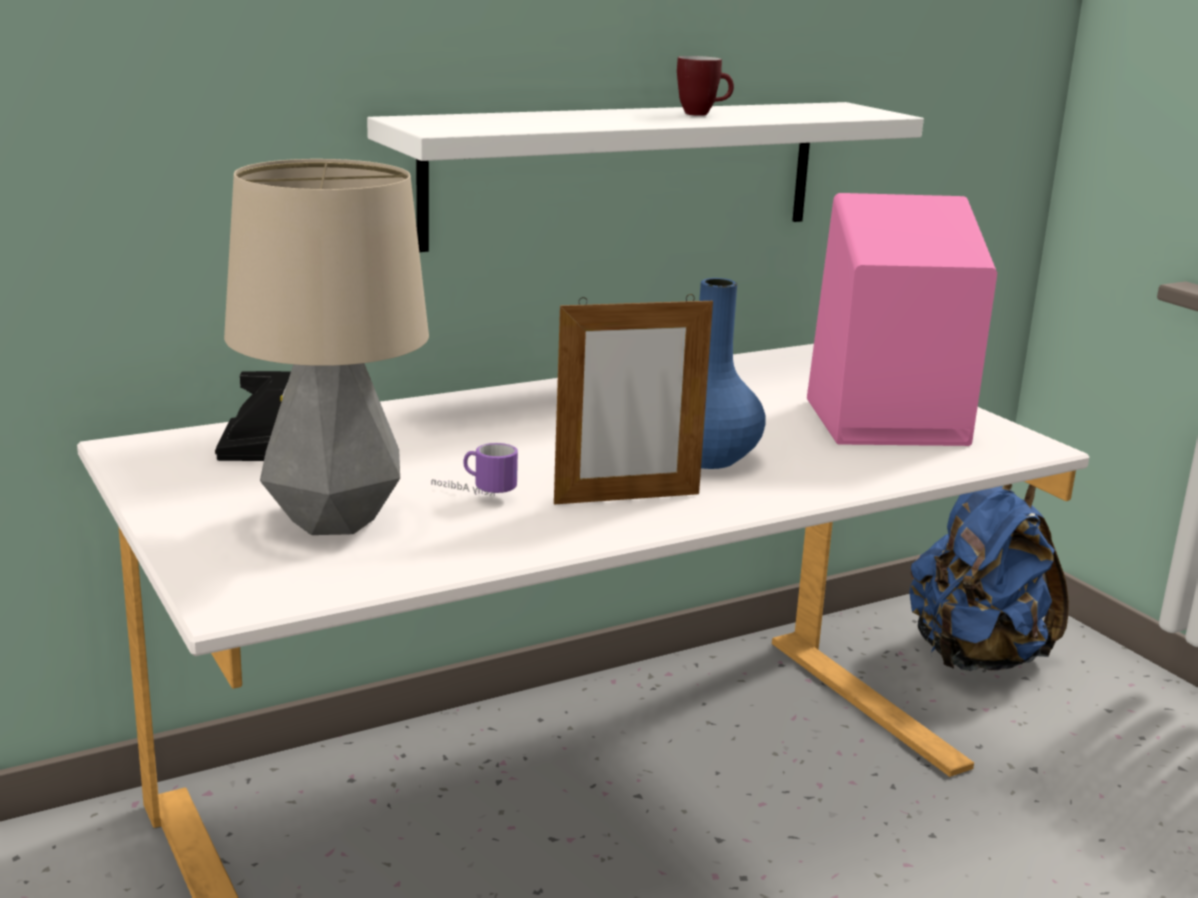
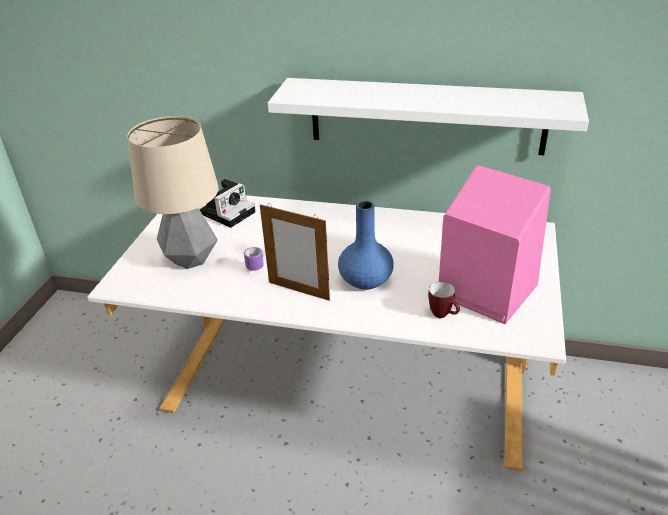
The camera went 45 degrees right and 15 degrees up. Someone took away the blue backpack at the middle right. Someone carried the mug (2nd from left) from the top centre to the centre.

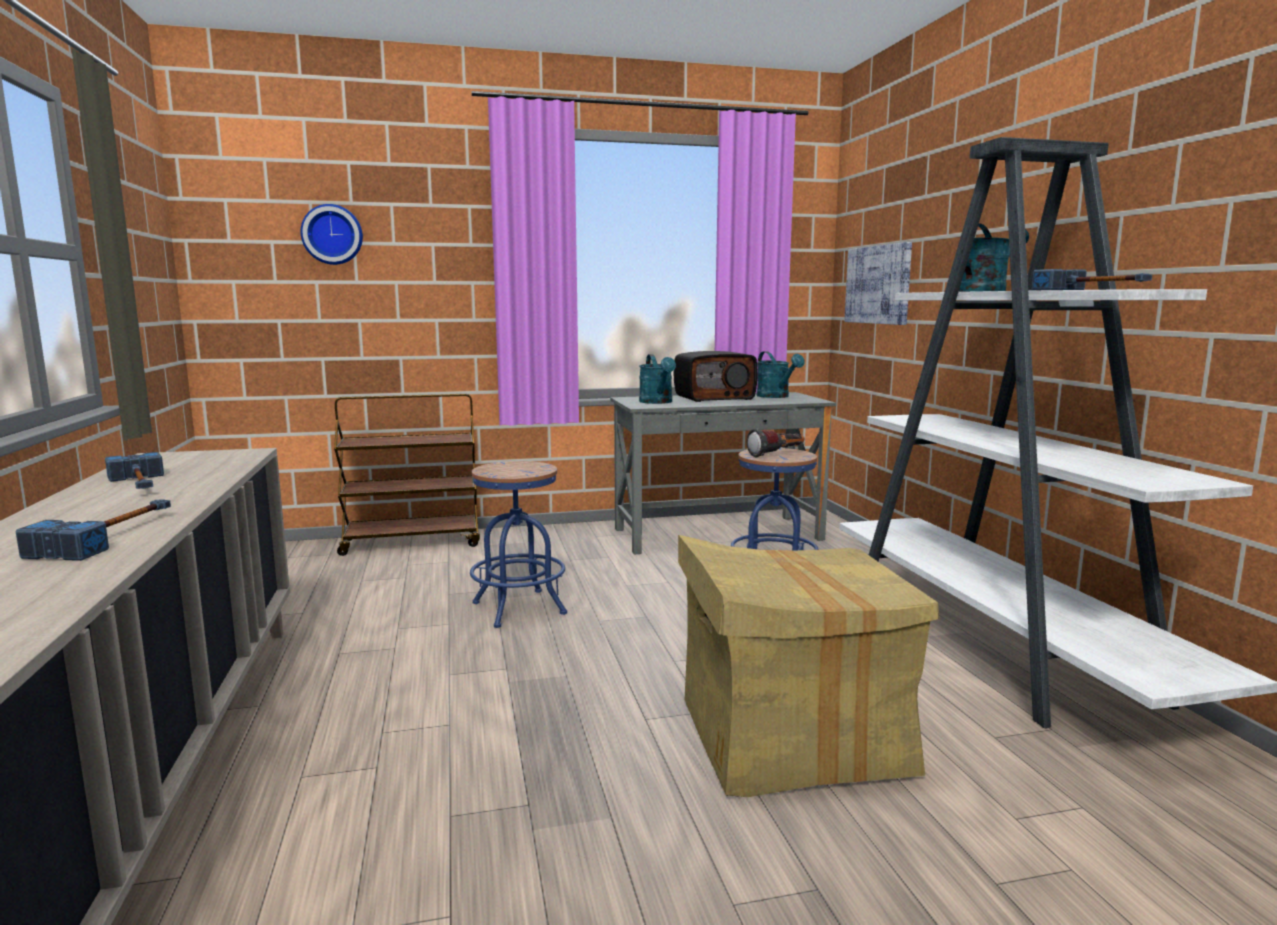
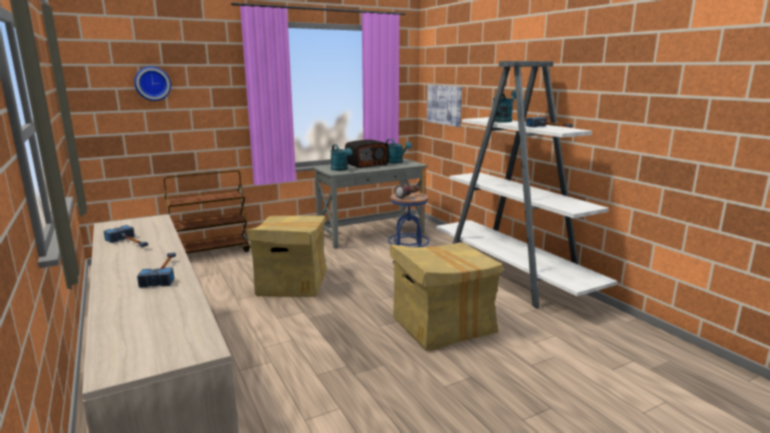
The camera went 15 degrees left and 5 degrees up. Someone swapped the blue stool (1st from left) at the centre for the cardboard box (1st from left) at the centre.

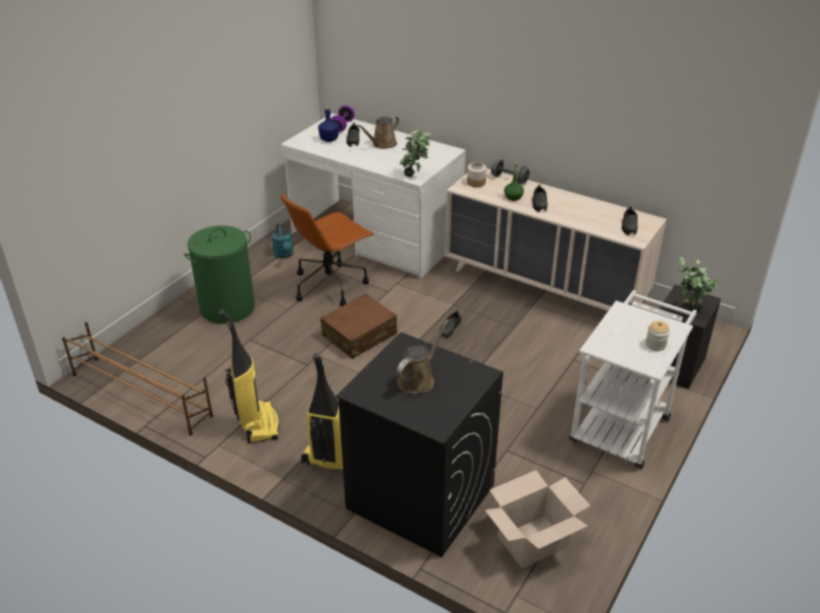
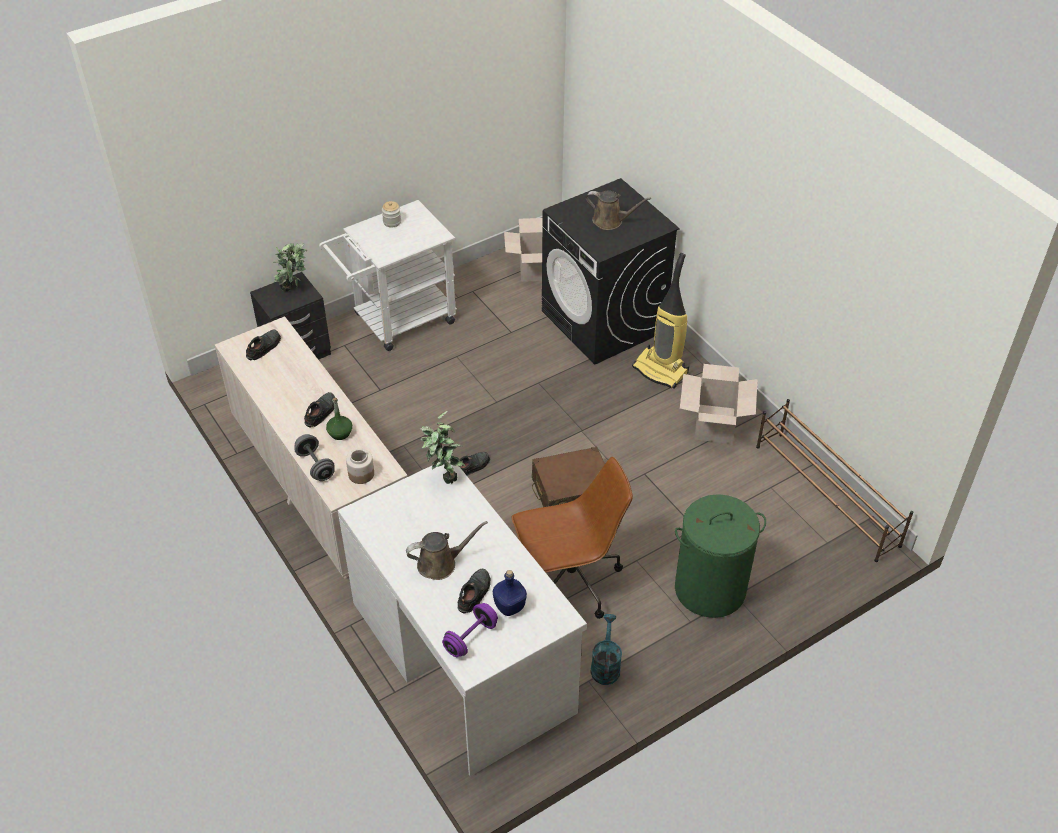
The camera went 155 degrees left and 10 degrees up. Someone swapped the vacuum cleaner (1st from left) at the middle left for the cardboard box (2nd from left) at the middle right. Someone rotated the brown watering can (2nd from left) at the centre by 135 degrees counterclockwise.

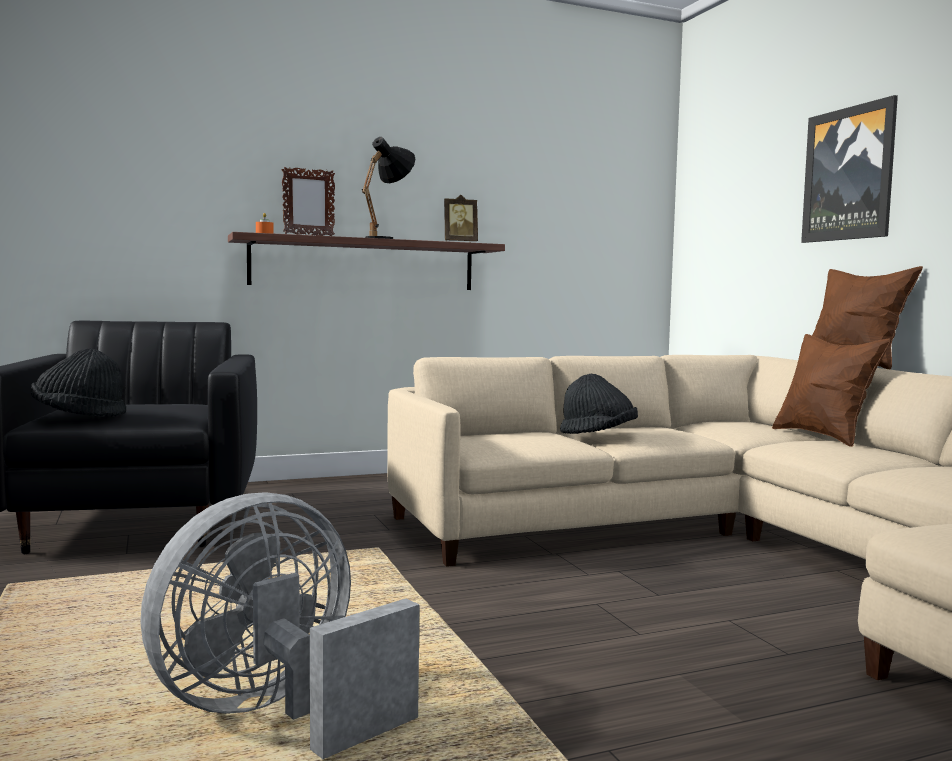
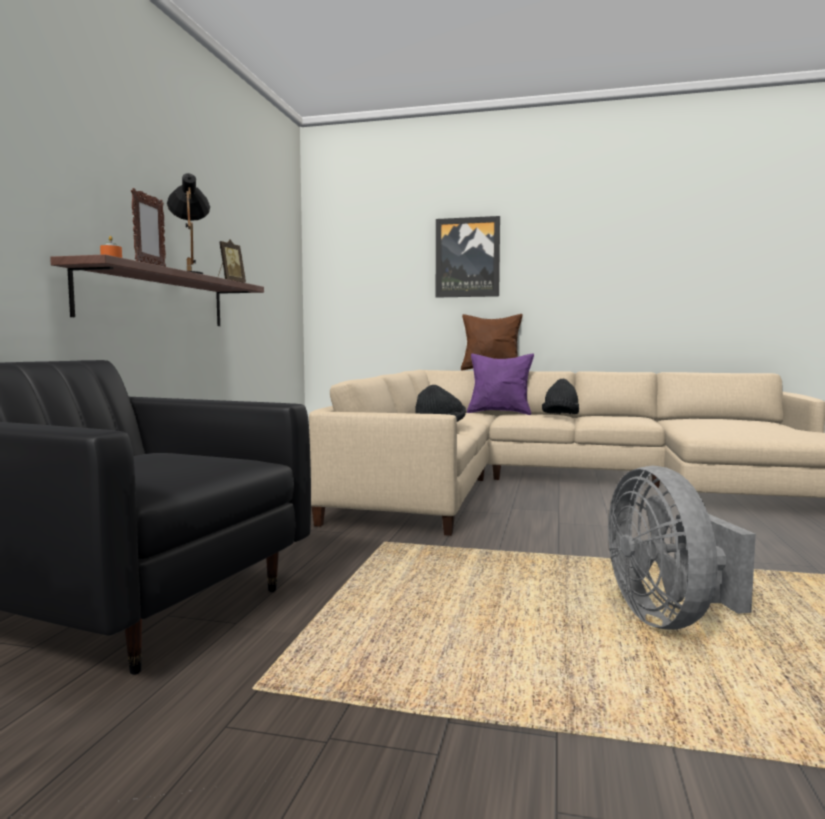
The camera went 55 degrees left and 0 degrees up. Someone carried the black hat (1st from left in the first image) from the middle left to the middle right. Someone repainted the brown pillow (1st from left) at the middle right, which became the purple pillow at the centre.

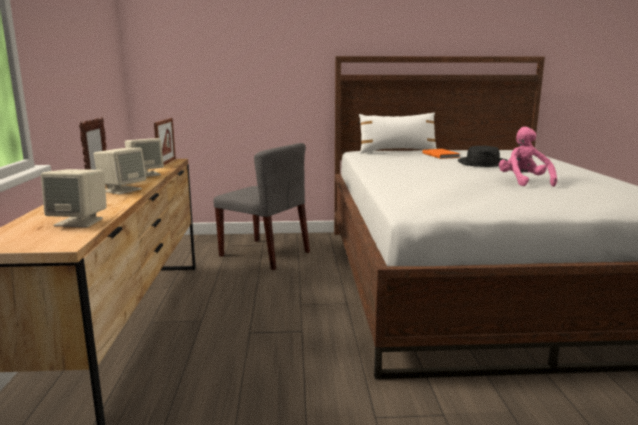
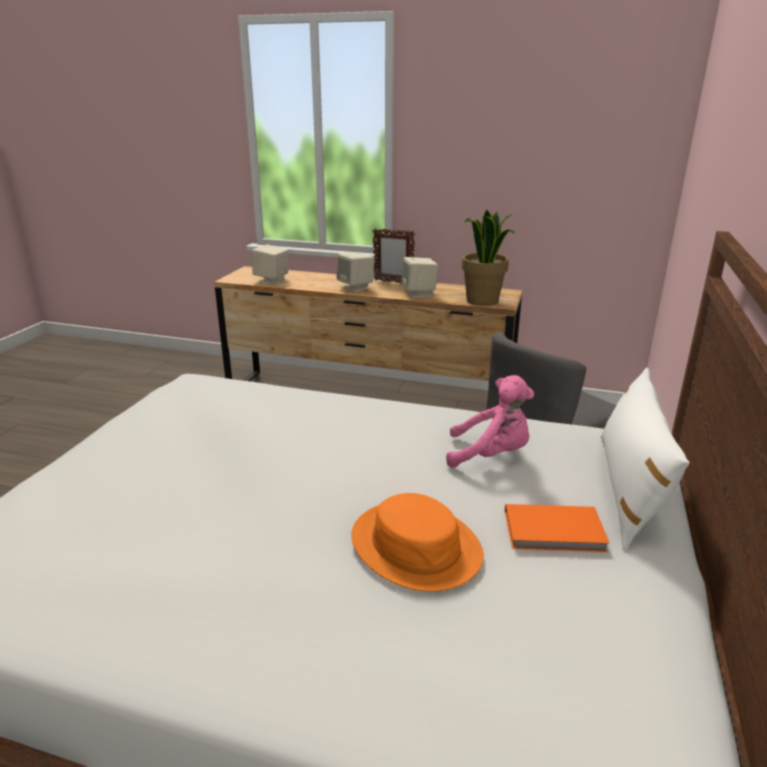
The camera went 110 degrees right and 10 degrees up. Someone carried the pink plush toy from the middle right to the centre. Someone swapped the picture frame (2nd from left) at the top left for the potted plant at the centre. Someone repainted the black hat at the middle right, which became the orange hat at the bottom centre.

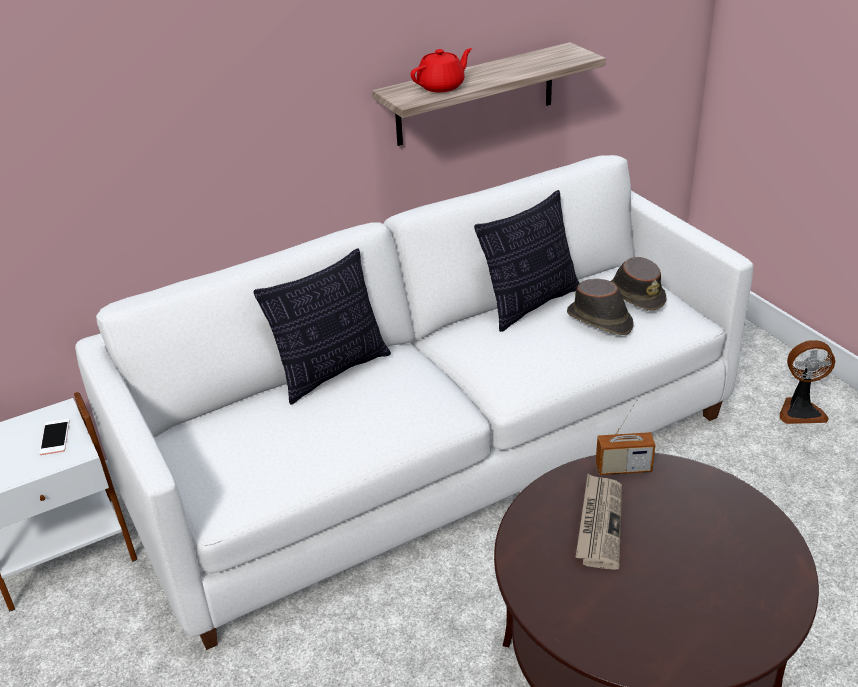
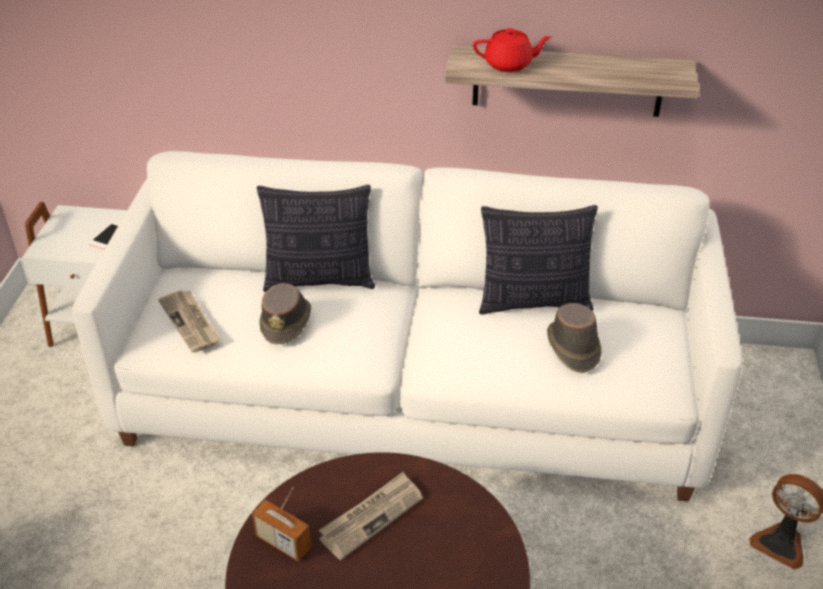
The camera went 35 degrees right and 5 degrees up. Someone put down the newspaper (1st from left) at the middle left. Someone carried the radio from the middle right to the bottom centre. Someone carried the brown hat (2nd from left in the first image) from the middle right to the centre.

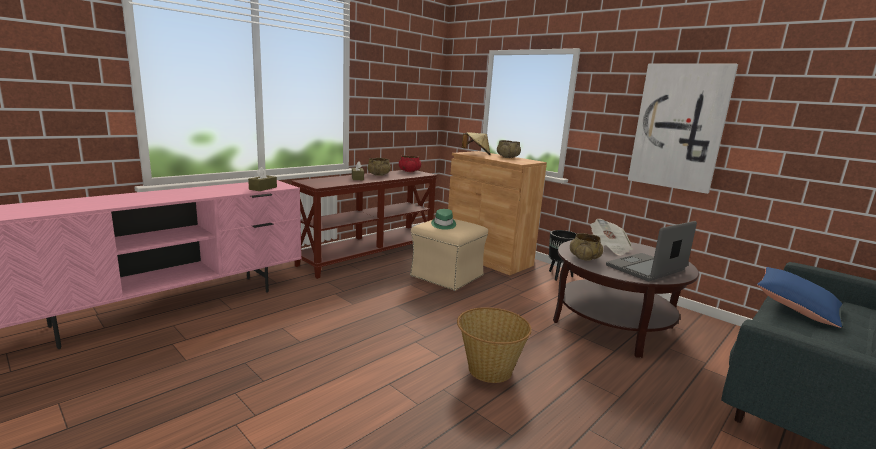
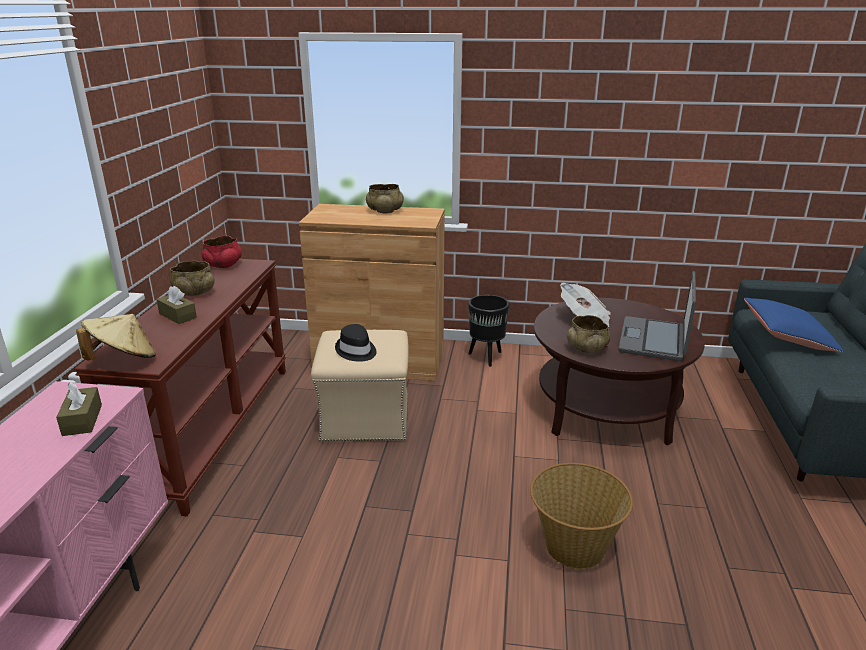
The camera went 35 degrees left and 10 degrees up. Someone took away the picture at the top right. Someone carried the beige hat from the top centre to the middle left. Someone repainted the green hat at the centre, which became the black hat at the centre.

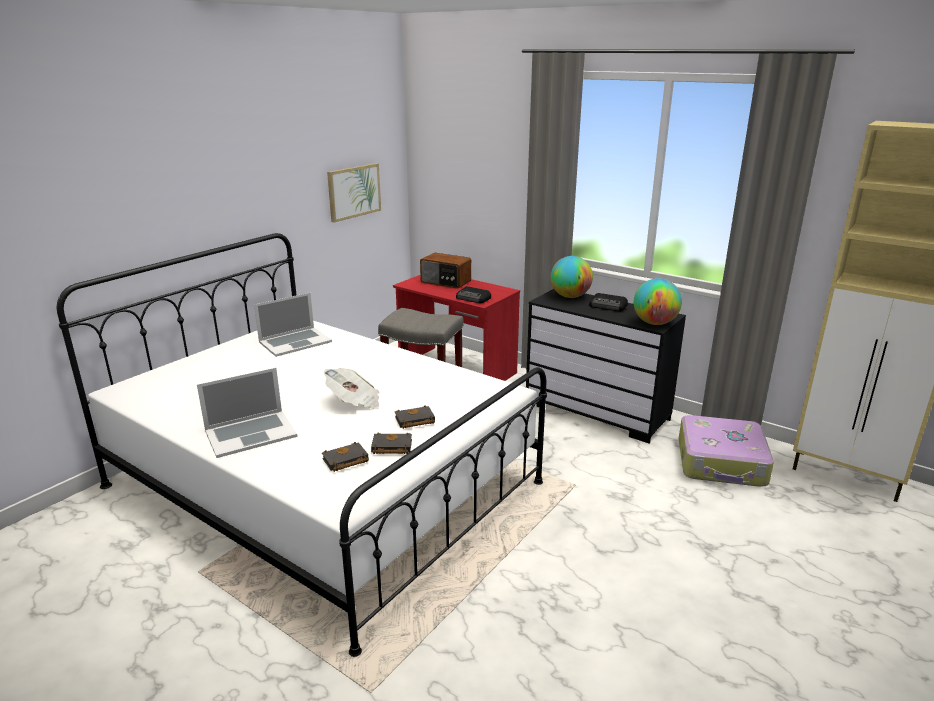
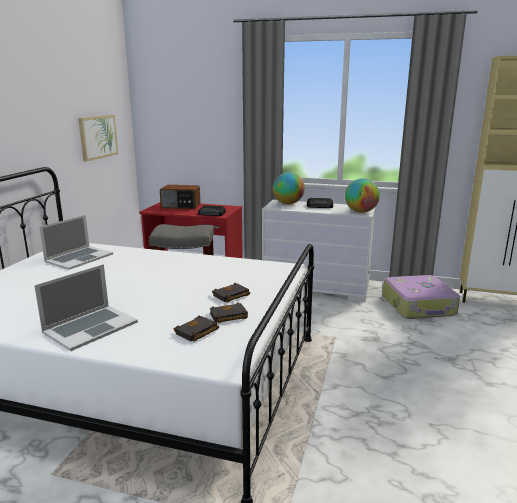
The camera went 20 degrees left and 5 degrees down. Someone took away the newspaper at the centre. Someone repainted the black dresser at the centre, which became the white dresser at the centre.

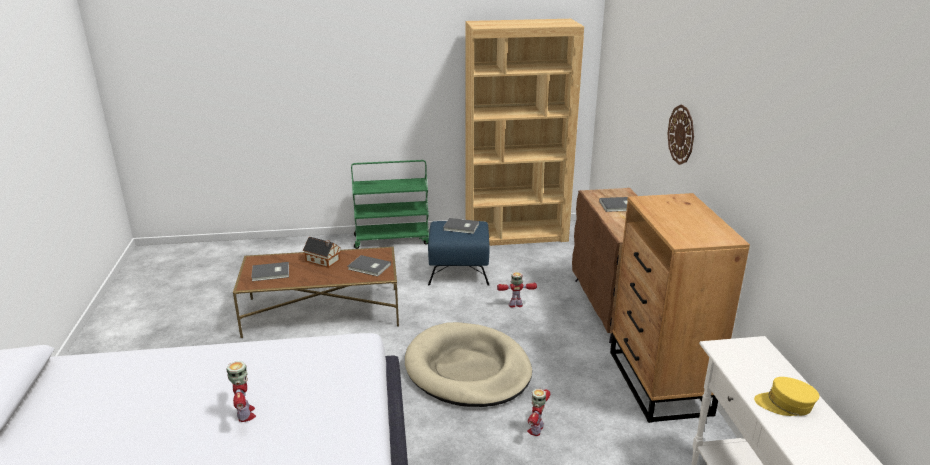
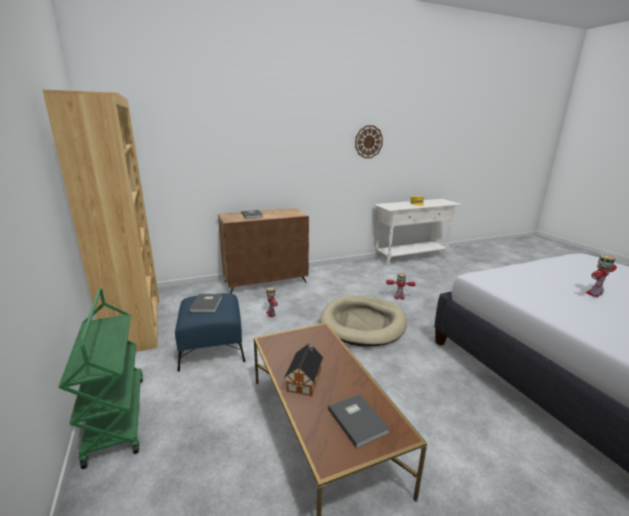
The camera went 105 degrees left and 5 degrees down. Someone took away the grey book (2nd from left) at the centre. Someone took away the brown dresser at the middle right. Someone carried the wall clock from the top right to the top centre.

